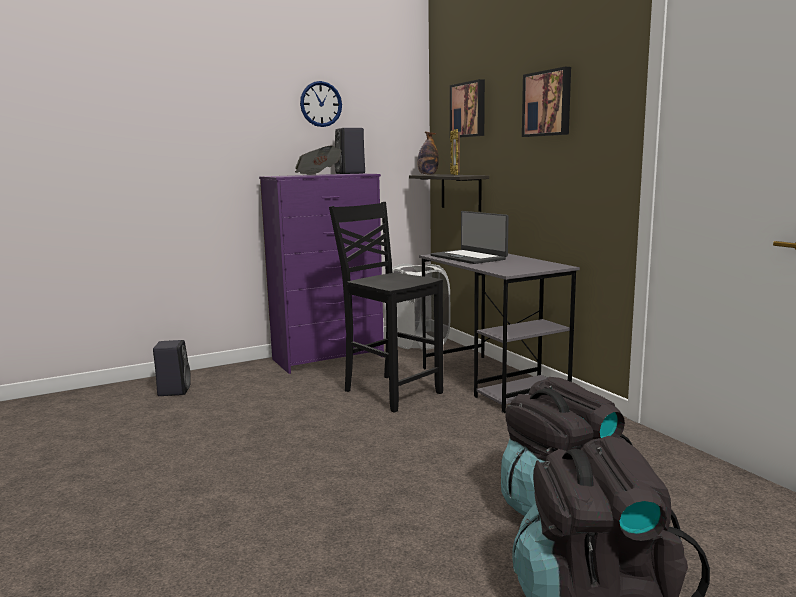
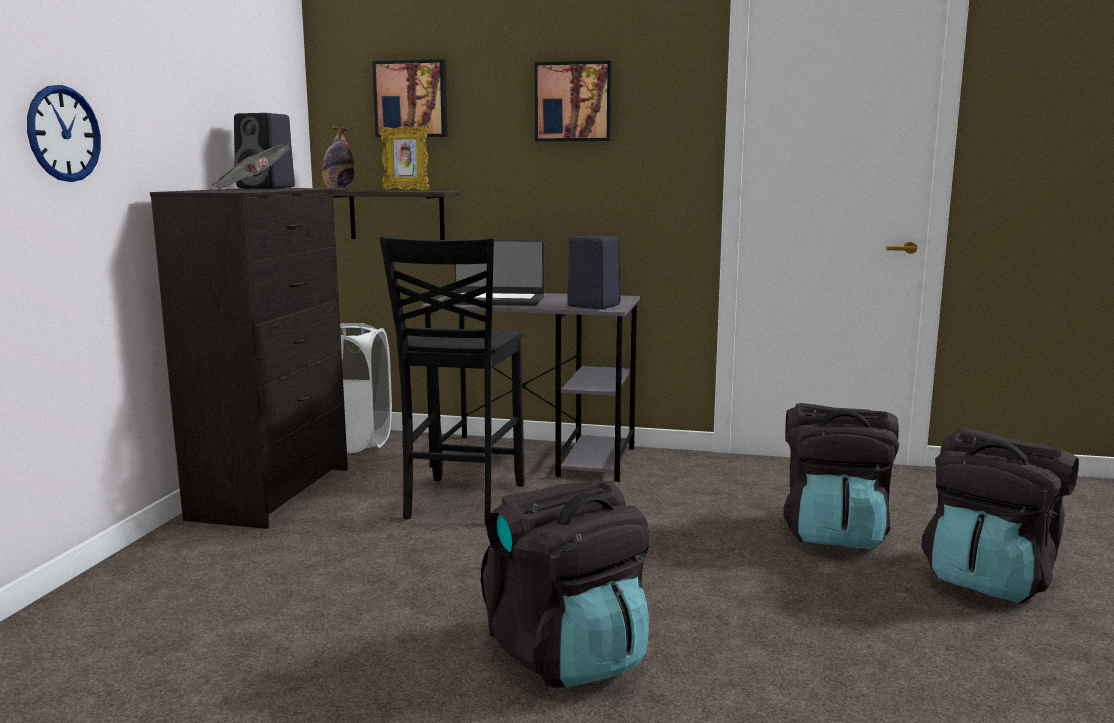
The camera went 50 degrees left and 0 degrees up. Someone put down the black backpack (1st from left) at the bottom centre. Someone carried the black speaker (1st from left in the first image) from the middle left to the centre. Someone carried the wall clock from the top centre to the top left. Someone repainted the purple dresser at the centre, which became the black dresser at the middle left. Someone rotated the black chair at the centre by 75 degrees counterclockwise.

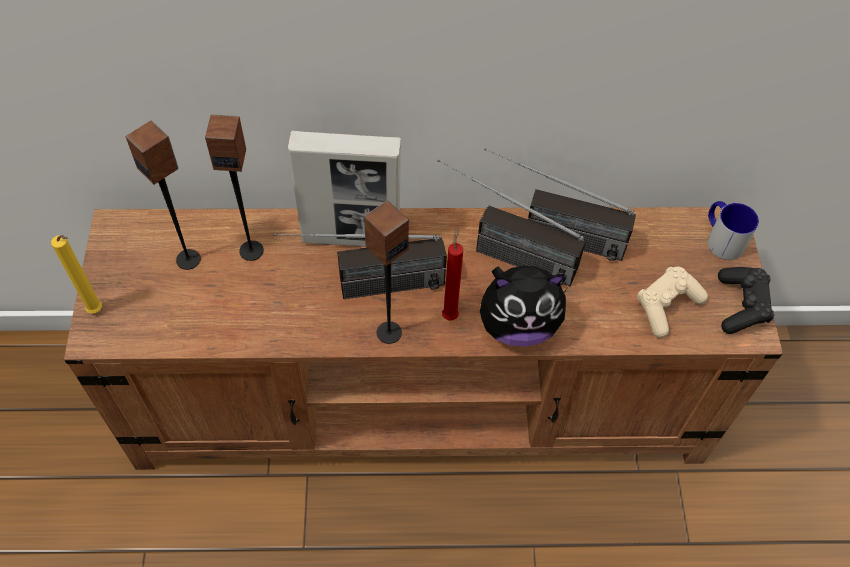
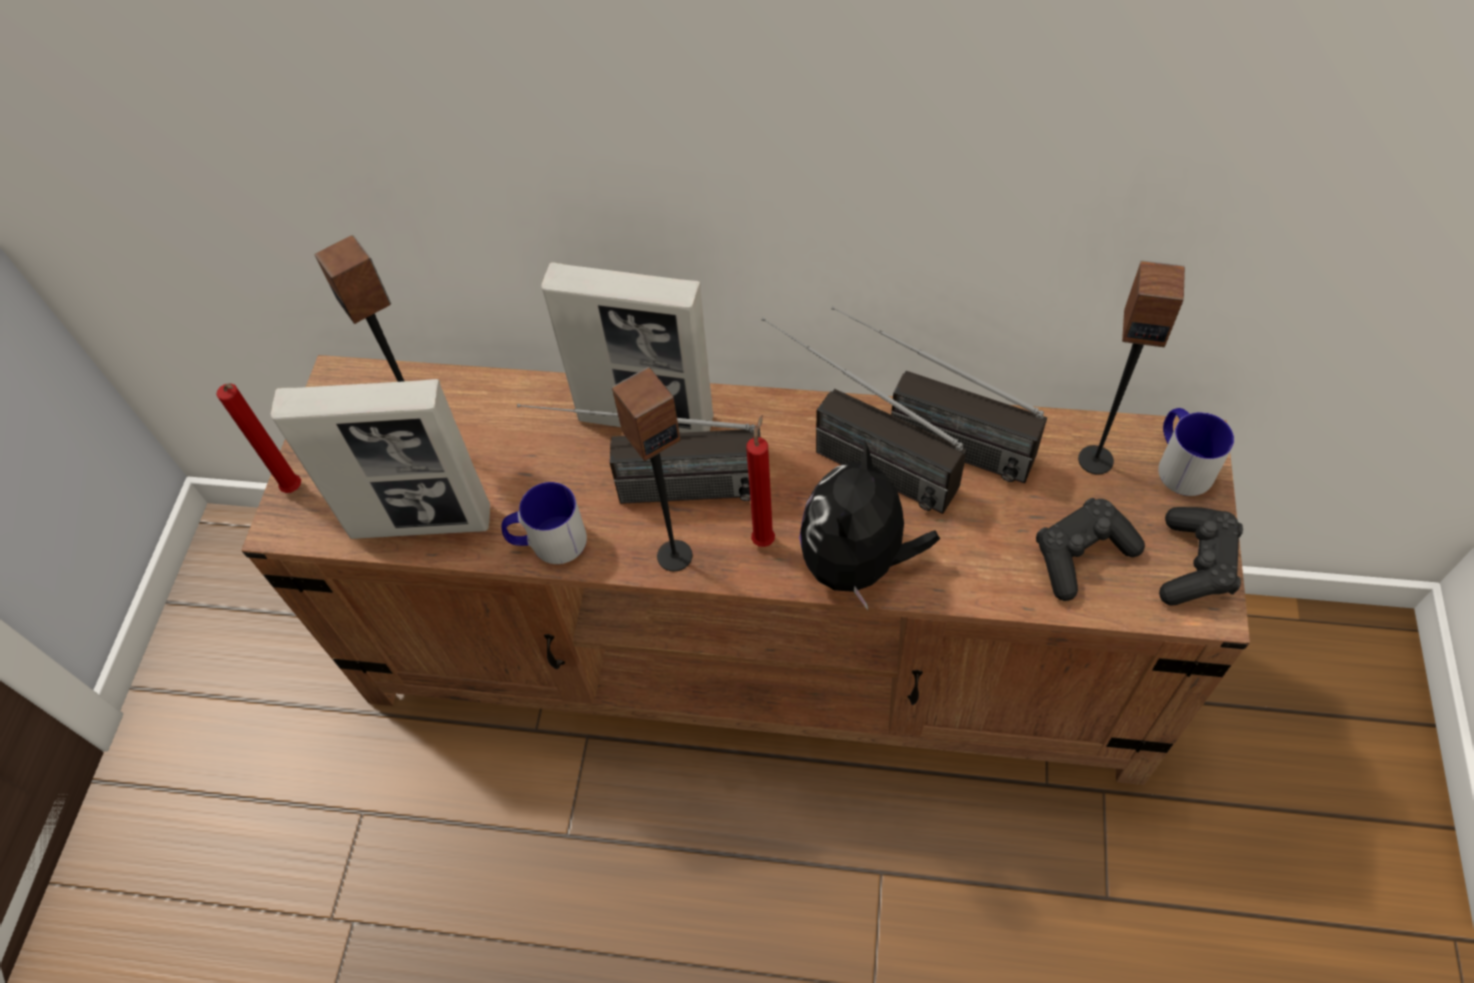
The camera went 15 degrees right and 0 degrees up. Someone put down the picture frame (1st from left) at the middle left. Someone put down the mug (1st from left) at the centre. Someone carried the speaker (2nd from left in the first image) from the top left to the middle right. Someone repainted the yellow candle at the middle left, which became the red candle (1st from left) at the middle left. Someone repainted the beige game controller at the middle right, which became the black game controller (1st from left) at the middle right. Someone rotated the plush toy at the centre by 105 degrees clockwise.

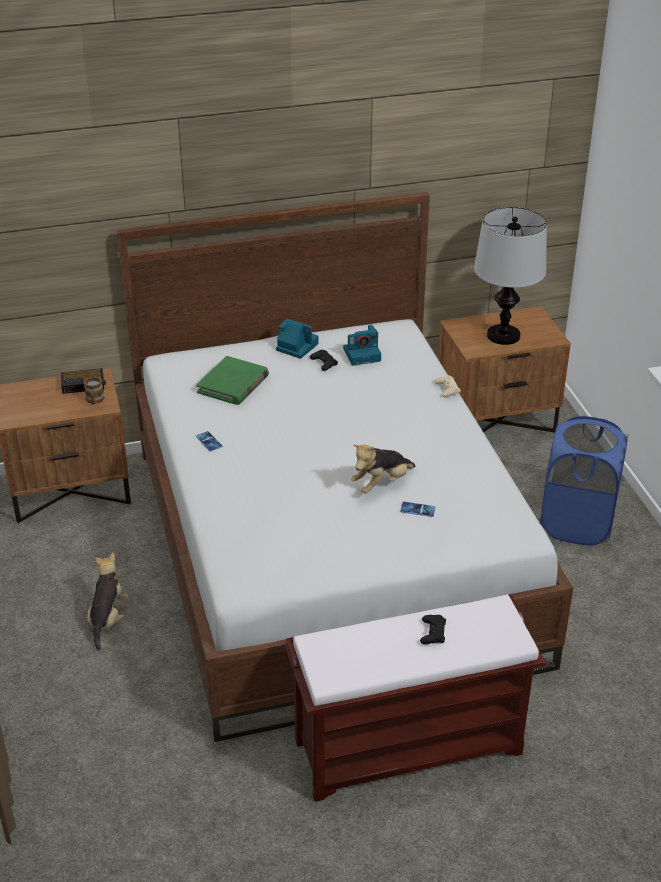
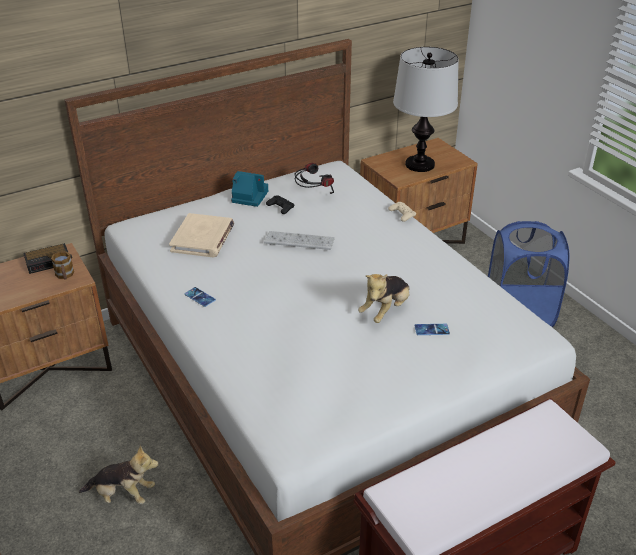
The camera went 15 degrees left and 0 degrees up. Someone took away the black game controller (2nd from left) at the bottom centre. Someone put down the keyboard at the centre. Someone swapped the photo camera (2nd from left) at the centre for the headphones at the top centre. Someone repainted the green book at the centre, which became the beige book at the middle left. Someone rotated the plush toy (1st from left) at the bottom left by 105 degrees clockwise.

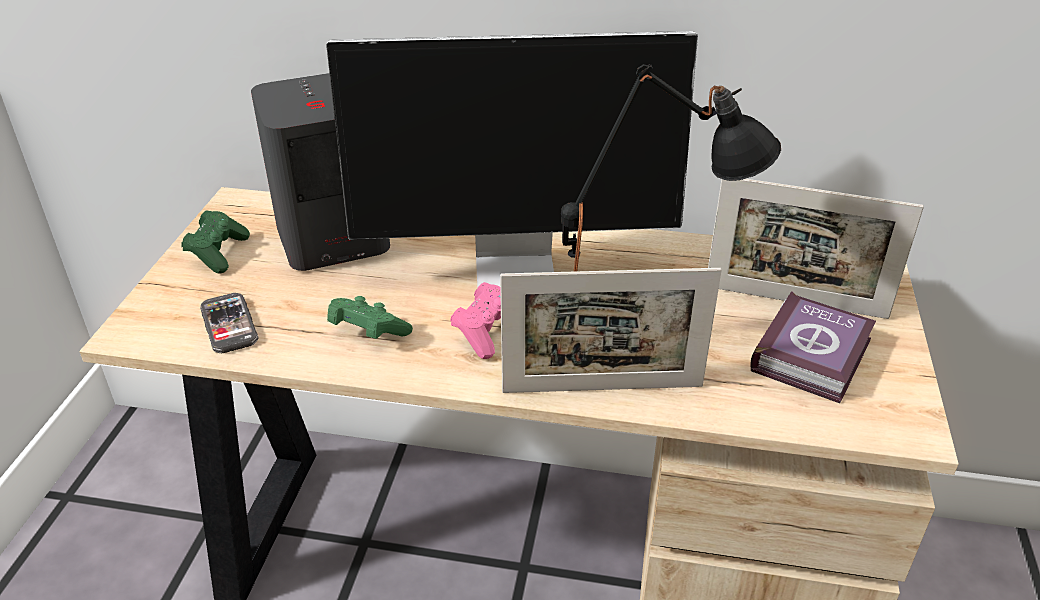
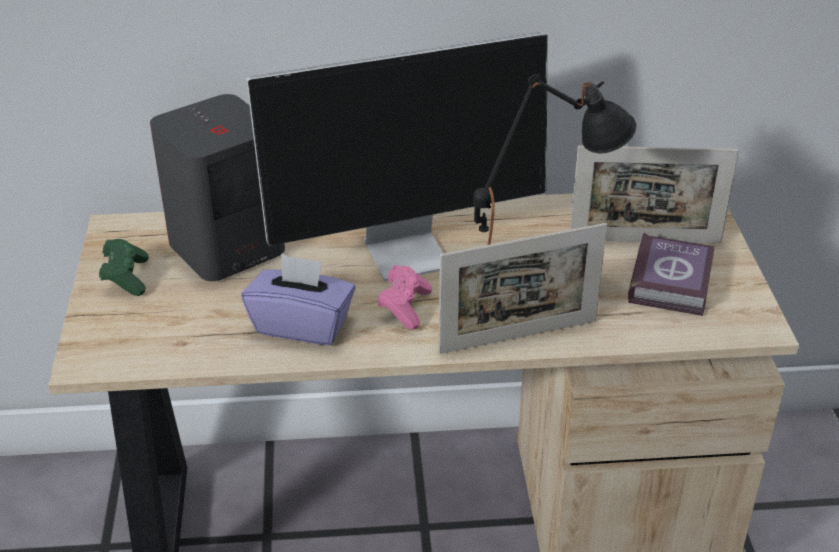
The camera went 15 degrees left and 0 degrees up. Someone took away the phone at the middle left. Someone swapped the green game controller (2nd from left) at the centre for the purple tissue box at the centre.

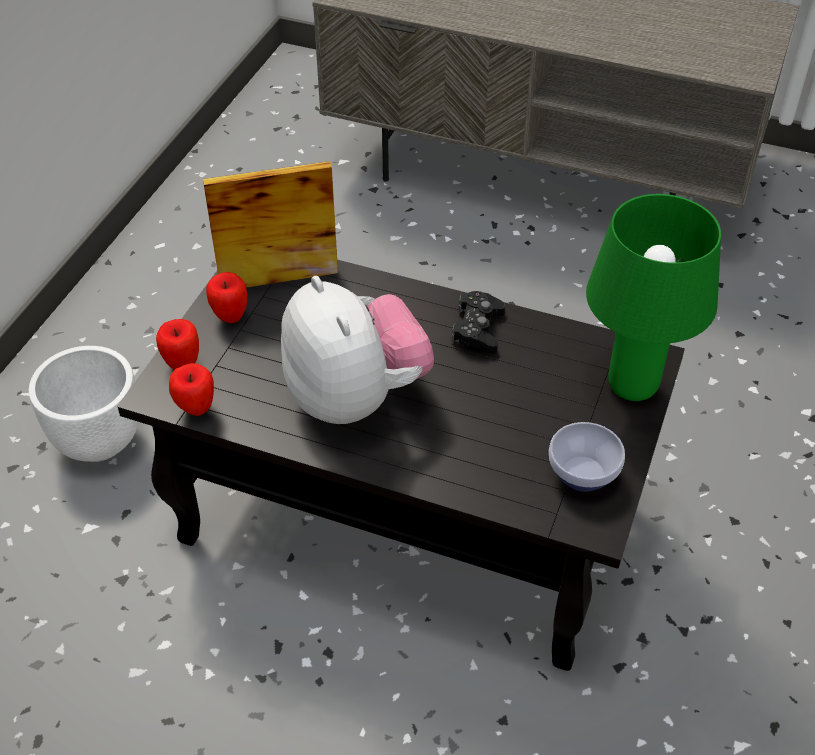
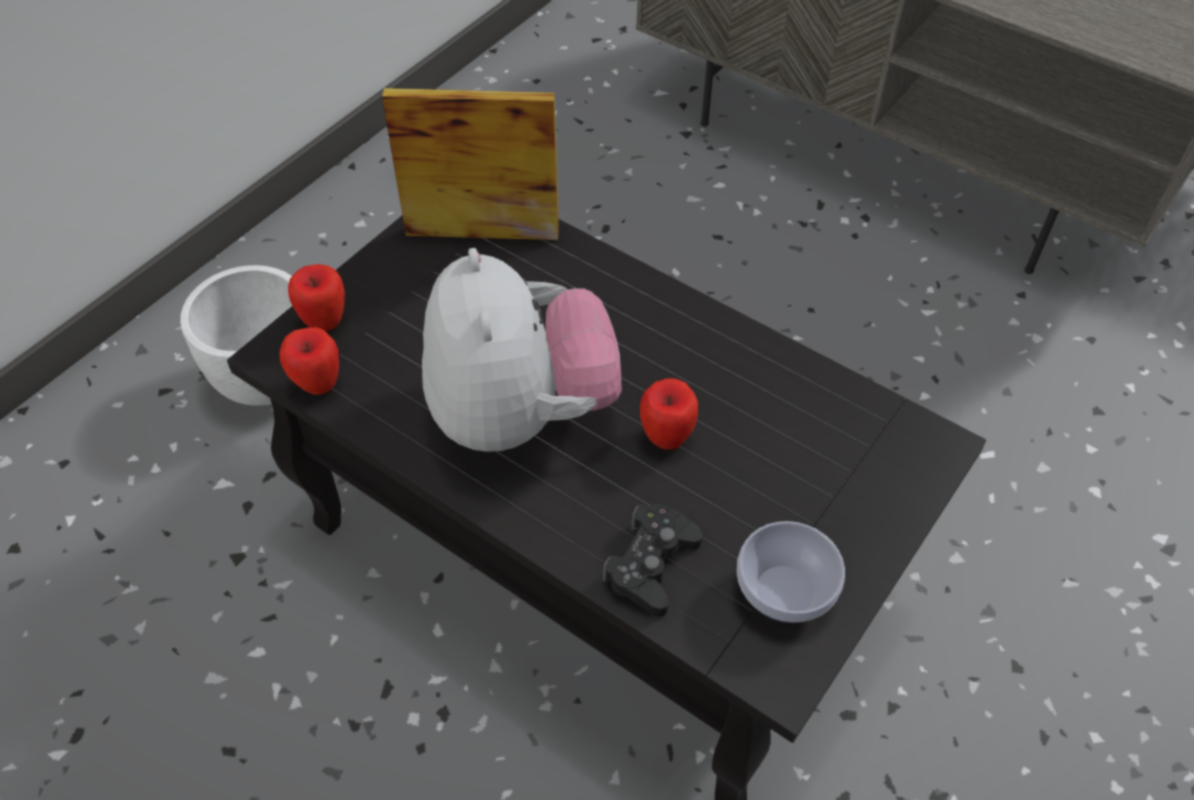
The camera went 15 degrees right and 5 degrees up. Someone took away the green table lamp at the middle right. Someone carried the apple (3rd from left) from the middle left to the centre. Someone carried the black game controller from the centre to the bottom centre.

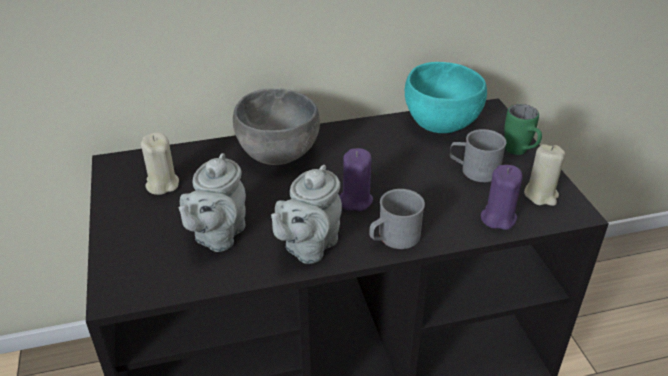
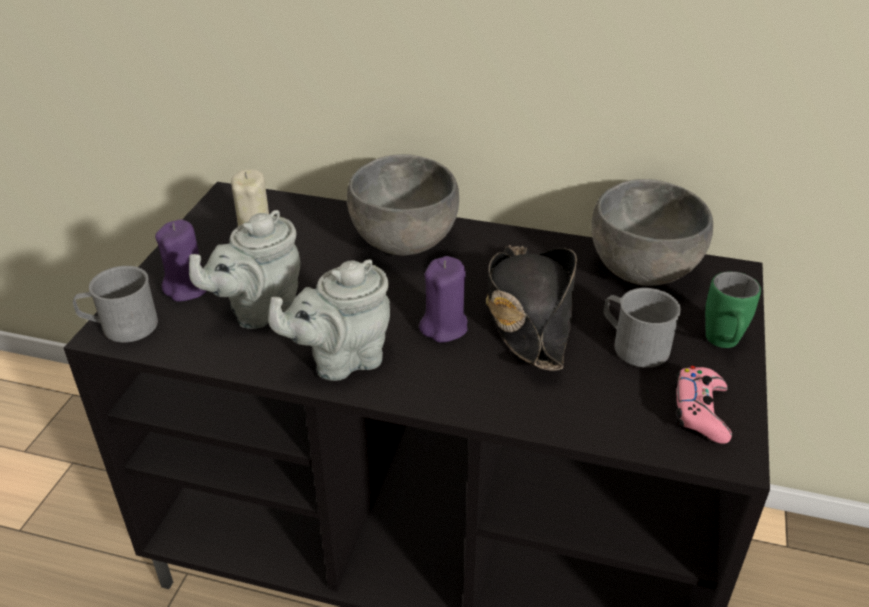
The camera went 30 degrees right and 0 degrees up. Someone put down the black hat at the centre. Someone carried the grey mug (1st from left) from the centre to the middle left. Someone carried the purple candle (2nd from left in the first image) from the middle right to the middle left. Someone swapped the beige candle (2nd from left) at the middle right for the pink game controller at the bottom right. Someone repainted the turquoise bowl at the top right, which became the grey bowl (2nd from left) at the middle right.

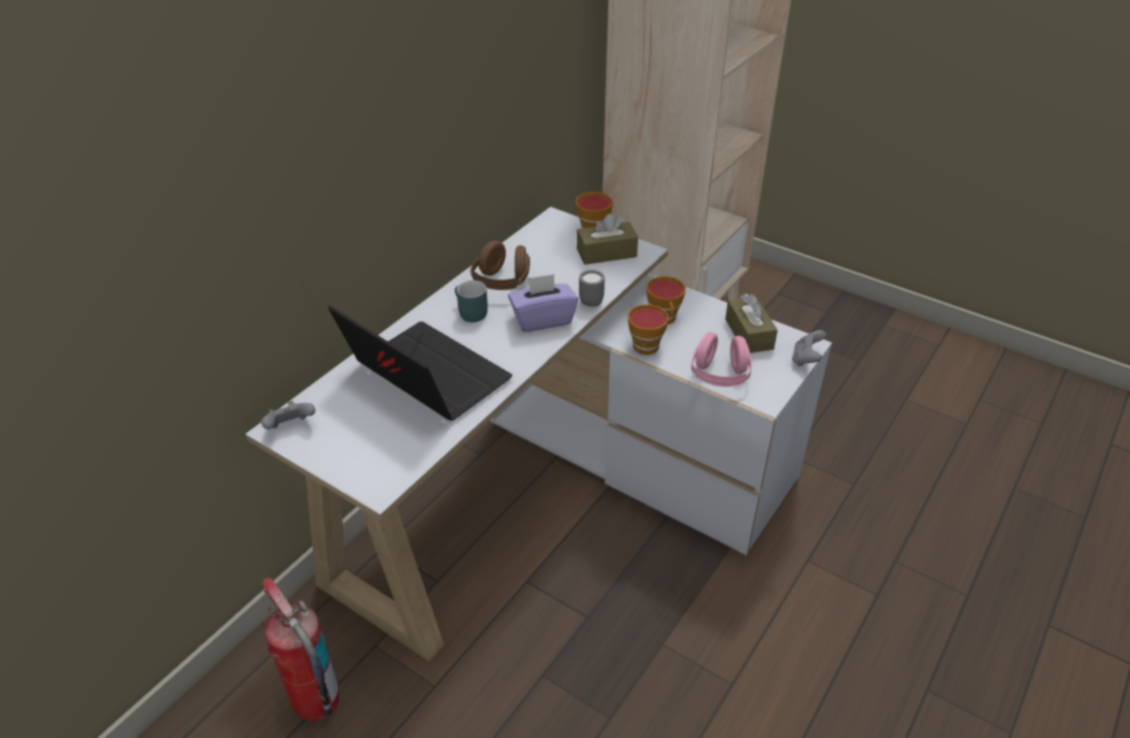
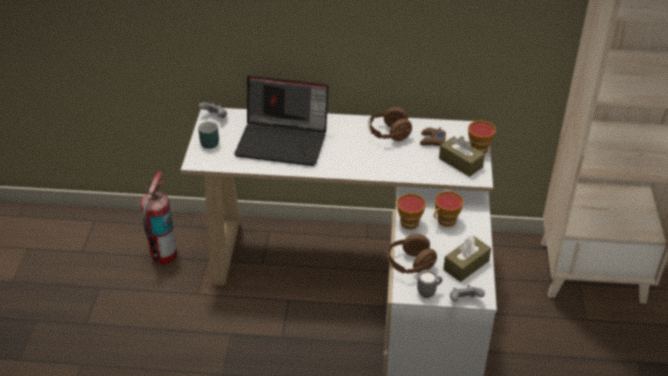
The camera went 60 degrees right and 0 degrees up. Someone took away the purple tissue box at the centre. Someone put down the brown game controller at the centre. Someone carried the turquoise mug from the centre to the middle left. Someone carried the grey mug from the centre to the bottom centre. Someone repainted the pink headphones at the centre, which became the brown headphones (2nd from left) at the bottom centre. Someone rotated the laptop at the centre by 90 degrees clockwise.

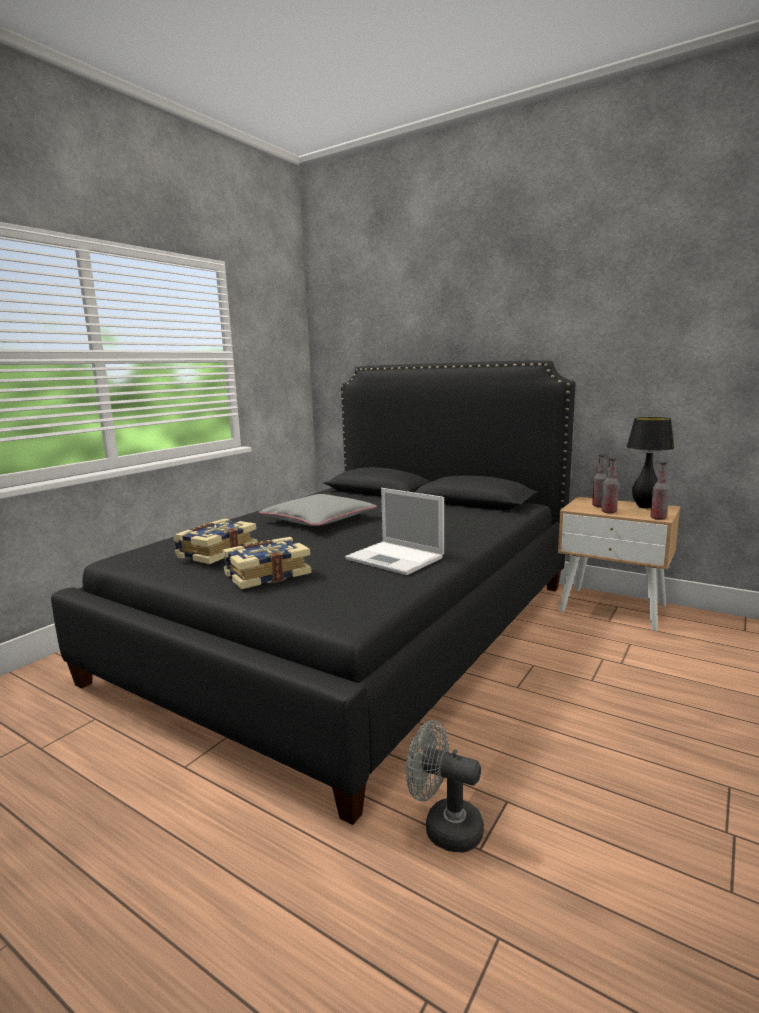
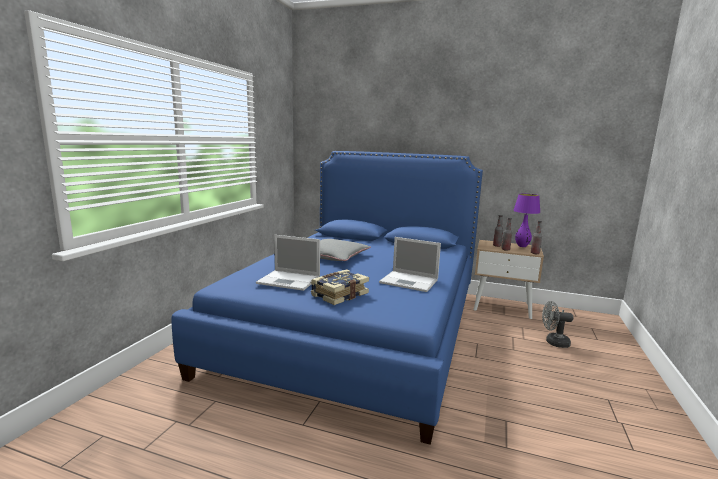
The camera went 15 degrees left and 0 degrees up. Someone carried the grey fan from the bottom centre to the bottom right. Someone swapped the book (1st from left) at the middle left for the laptop (1st from left) at the centre. Someone repainted the black bed at the centre, which became the blue bed at the centre. Someone repainted the black table lamp at the middle right, which became the purple table lamp at the middle right.

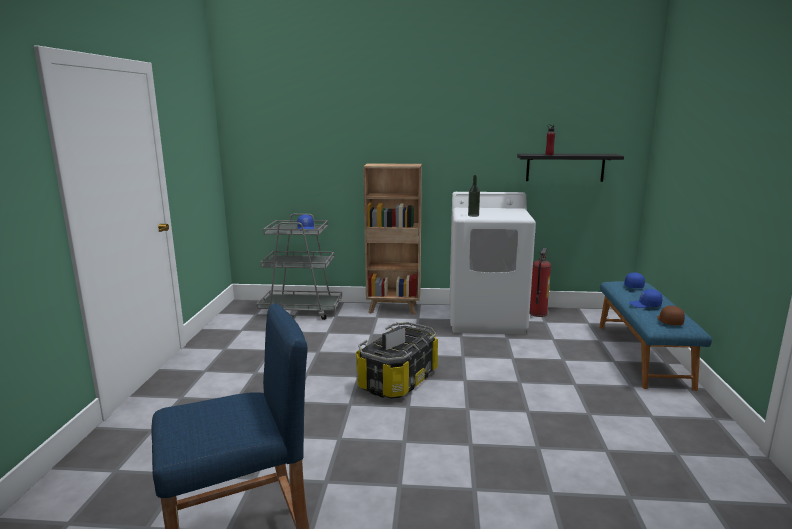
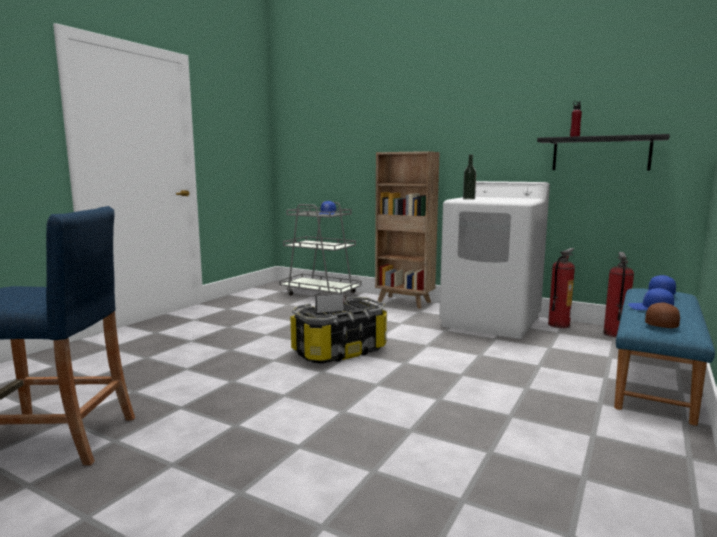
The camera went 25 degrees right and 5 degrees down. Someone put down the fire extinguisher (2nd from left) at the middle right.

